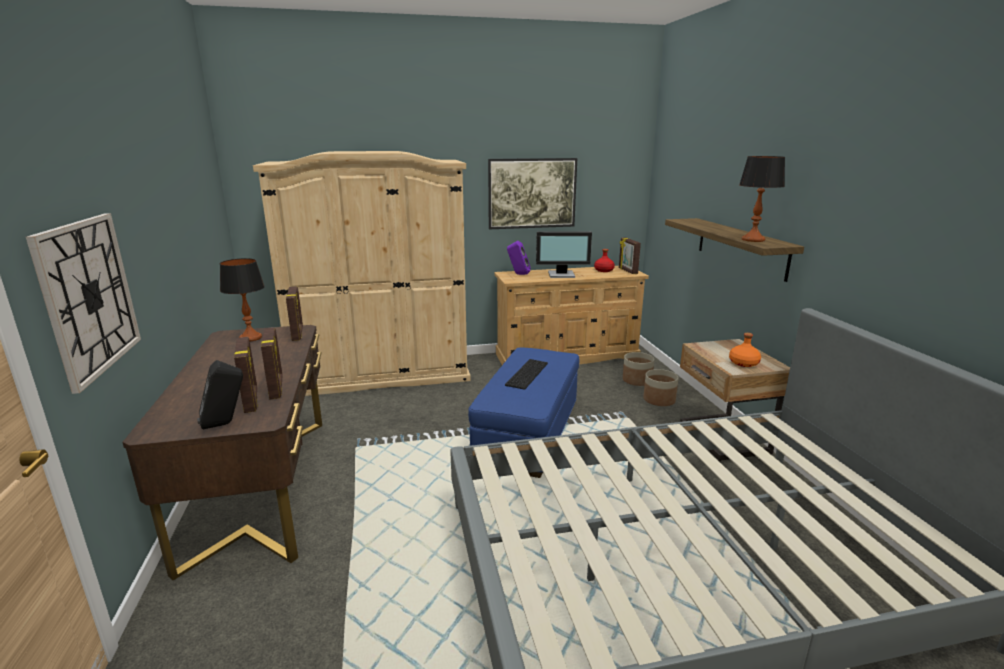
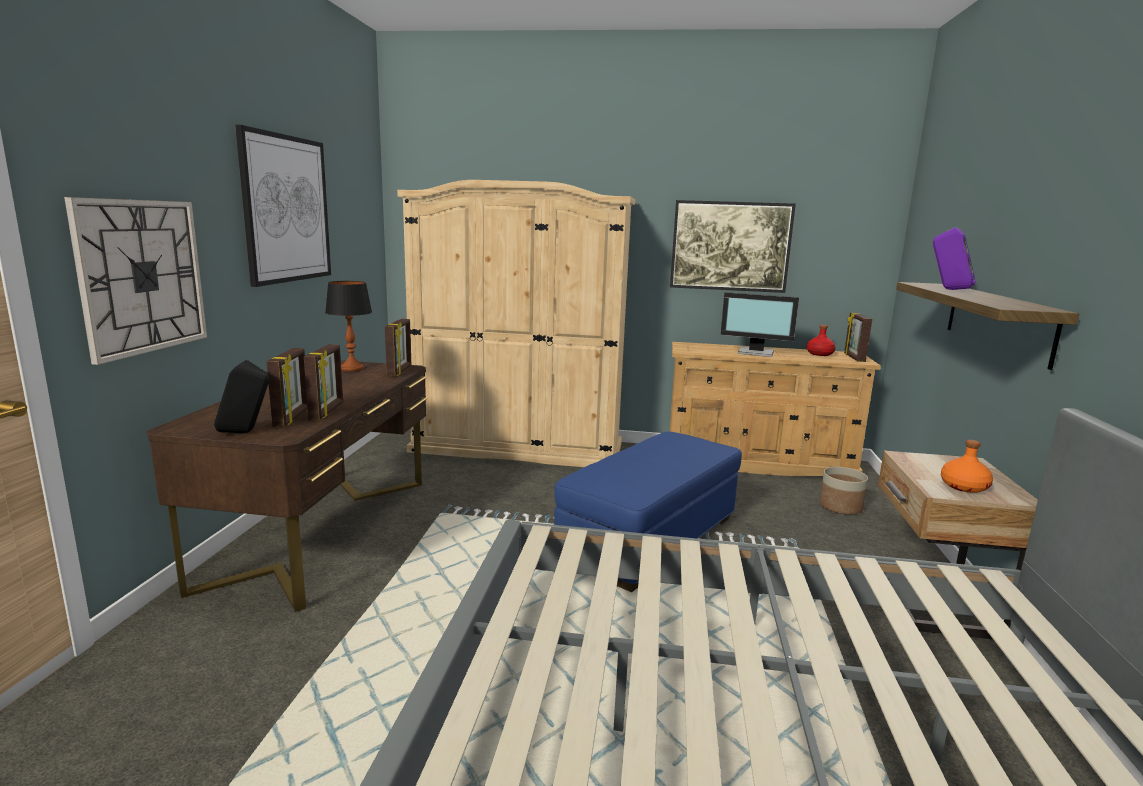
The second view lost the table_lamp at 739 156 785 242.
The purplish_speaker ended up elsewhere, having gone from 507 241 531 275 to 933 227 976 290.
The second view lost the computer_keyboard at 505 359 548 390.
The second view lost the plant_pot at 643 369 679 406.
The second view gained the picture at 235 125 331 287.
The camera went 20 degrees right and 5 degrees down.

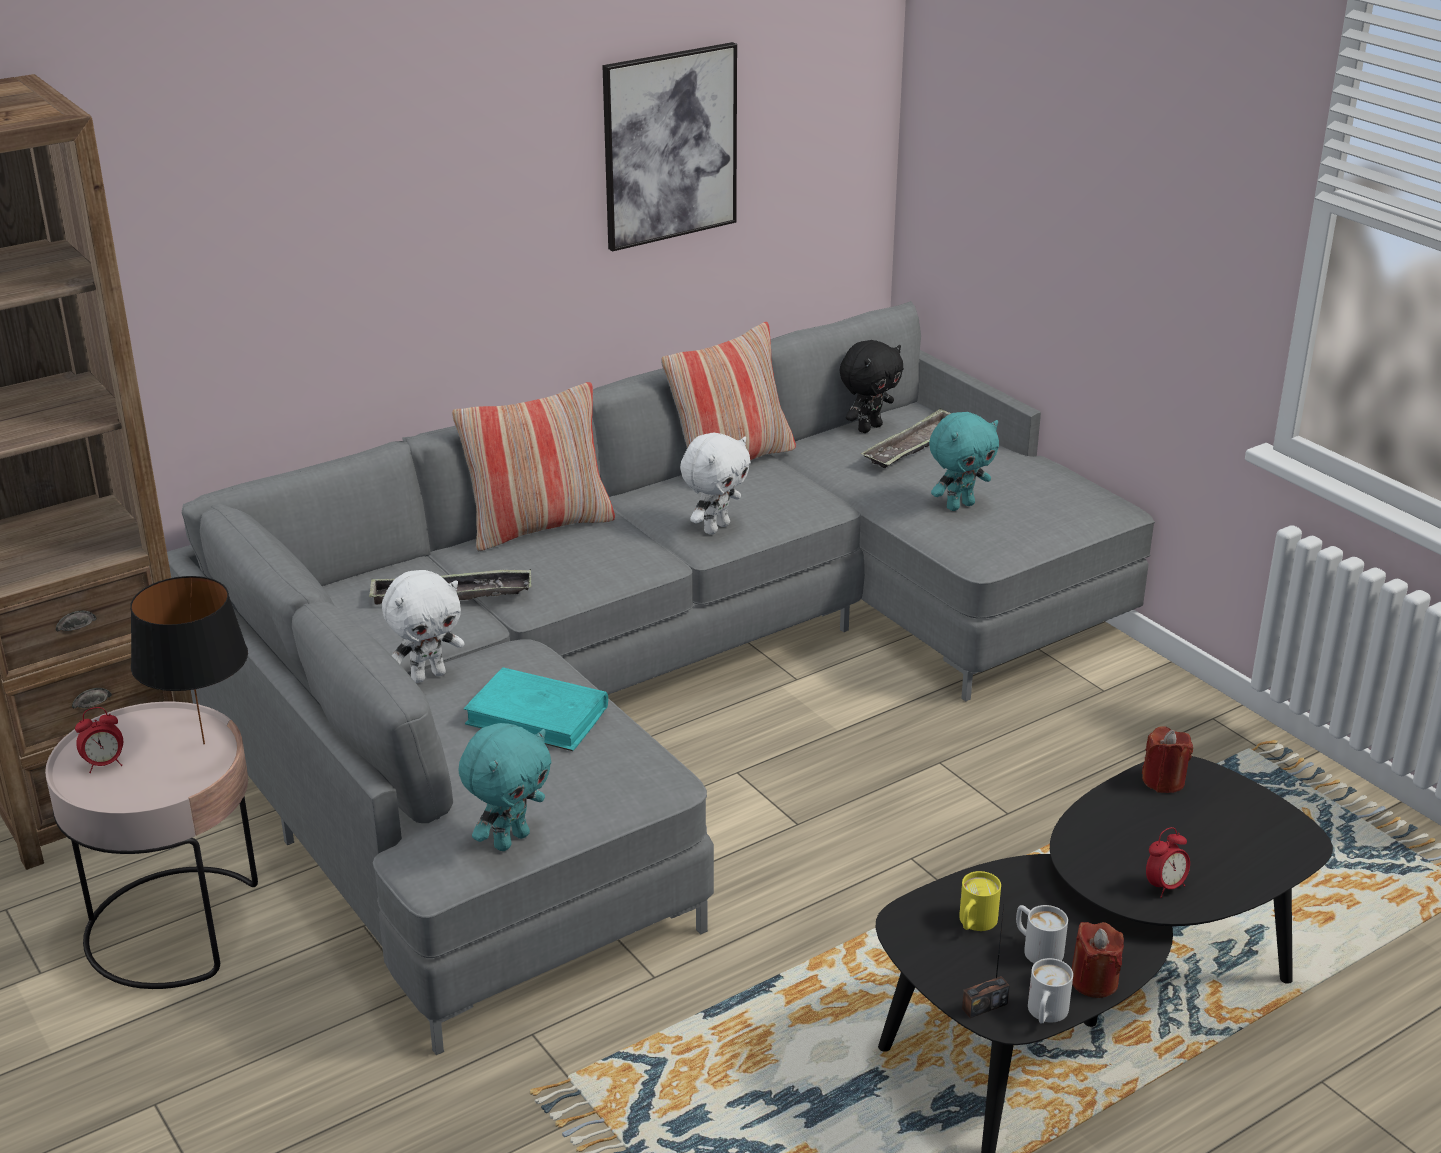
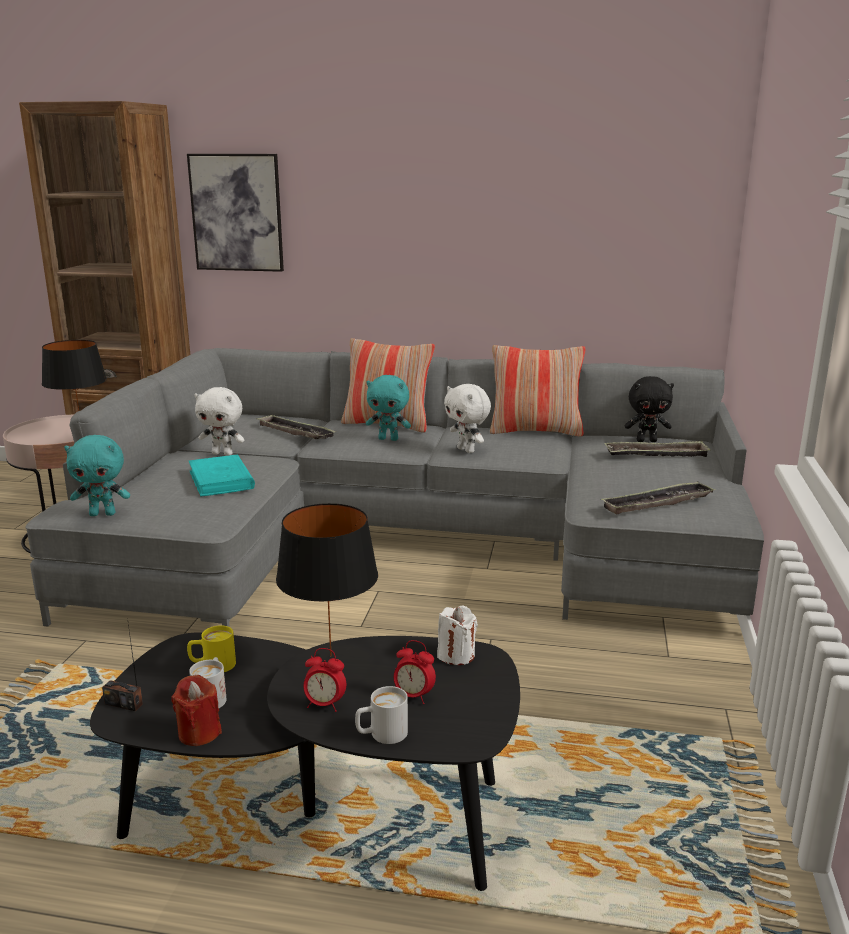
The picture ended up elsewhere, having gone from 603 42 737 251 to 187 154 284 272.
The blue-green_soft_toy ended up elsewhere, having gone from 929 412 999 511 to 366 375 411 441.
The white-coloured_soft_toy at 680 433 751 535 ended up facing another way, 60 degrees clockwise from before.
The alarm_clock ended up elsewhere, having gone from 75 707 123 773 to 394 640 436 704.
What was the red_wax_light at 1142 726 1193 793 turned into the white-coloured_wax_light at 437 605 478 665.
The white-coloured_mug ended up elsewhere, having gone from 1028 958 1073 1023 to 355 686 408 744.
The second view gained the carrying_tray at 601 481 715 514.
The second view gained the blackish_table_lamp at 276 503 378 656.
The camera went 45 degrees right and 10 degrees down.

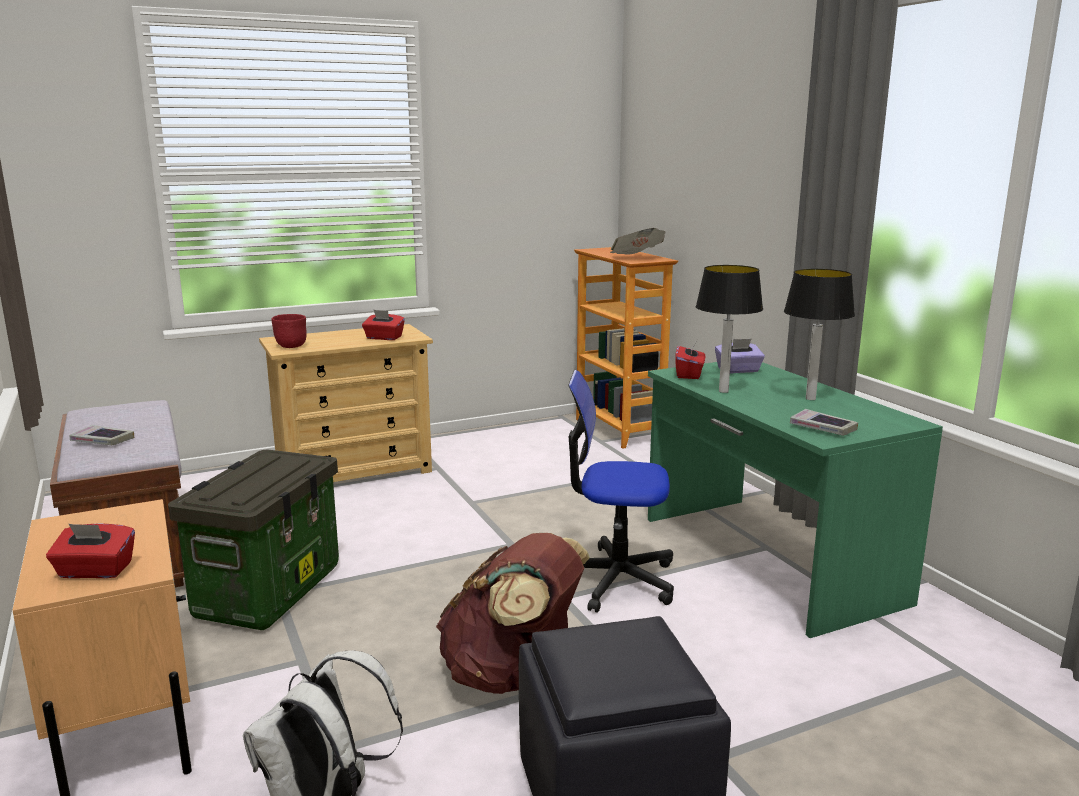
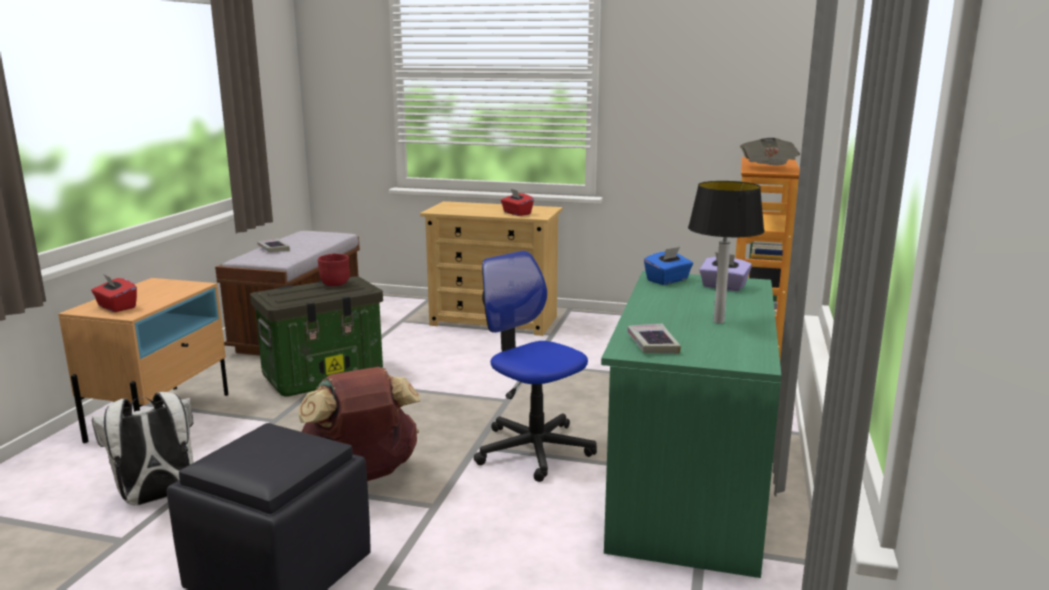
The second view lost the table_lamp at 696 265 763 393.
The red_serving_bowl ended up elsewhere, having gone from 271 314 307 348 to 318 254 350 286.
What was the red_tissue_box at 675 340 705 379 turned into the blue_tissue_box at 644 247 693 285.
The camera went 40 degrees right and 0 degrees up.

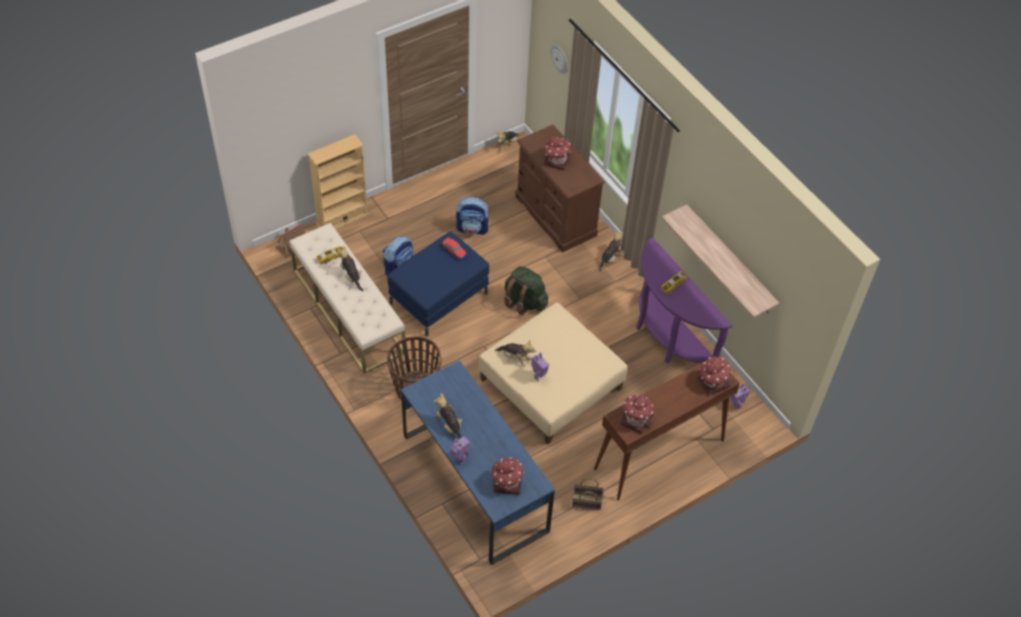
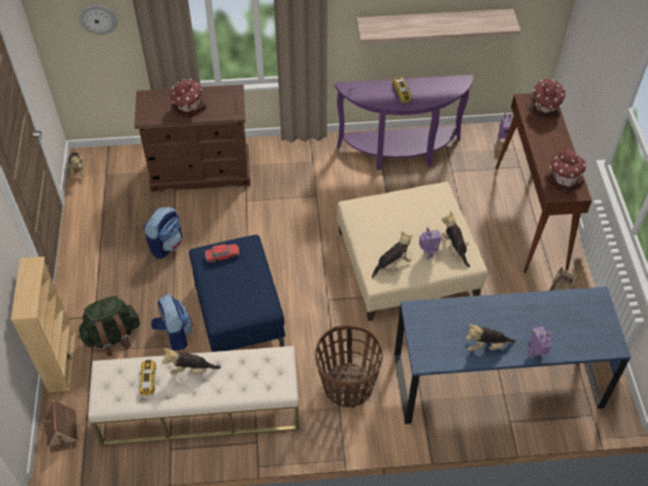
The soft_toy ended up elsewhere, having gone from 599 231 624 272 to 441 211 470 267.
The greenish_rucksack ended up elsewhere, having gone from 504 266 548 315 to 78 296 140 356.
The second view lost the model_house at 491 457 524 495.
The camera went 60 degrees left and 0 degrees up.

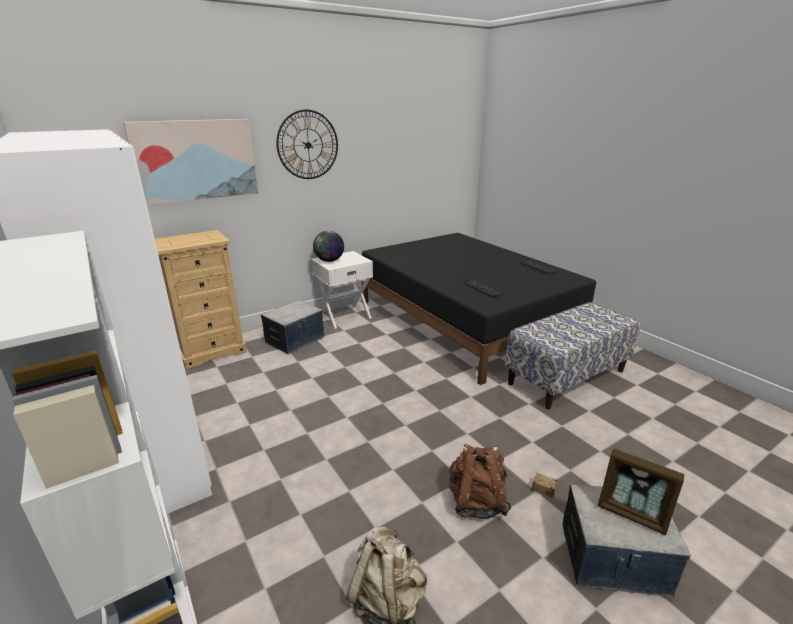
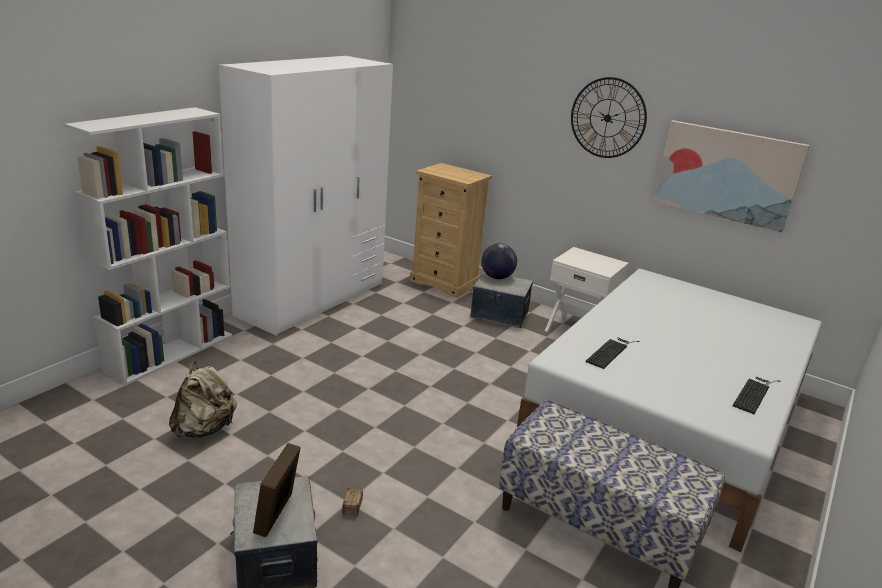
The picture ended up elsewhere, having gone from 123 119 258 205 to 653 120 810 233.
The world_globe ended up elsewhere, having gone from 313 231 344 262 to 481 243 517 279.
What was the blackish_bed at 361 233 596 385 turned into the white-coloured_bed at 517 269 822 552.
The second view lost the brownish_rucksack at 449 444 511 518.
The camera went 65 degrees right and 0 degrees up.

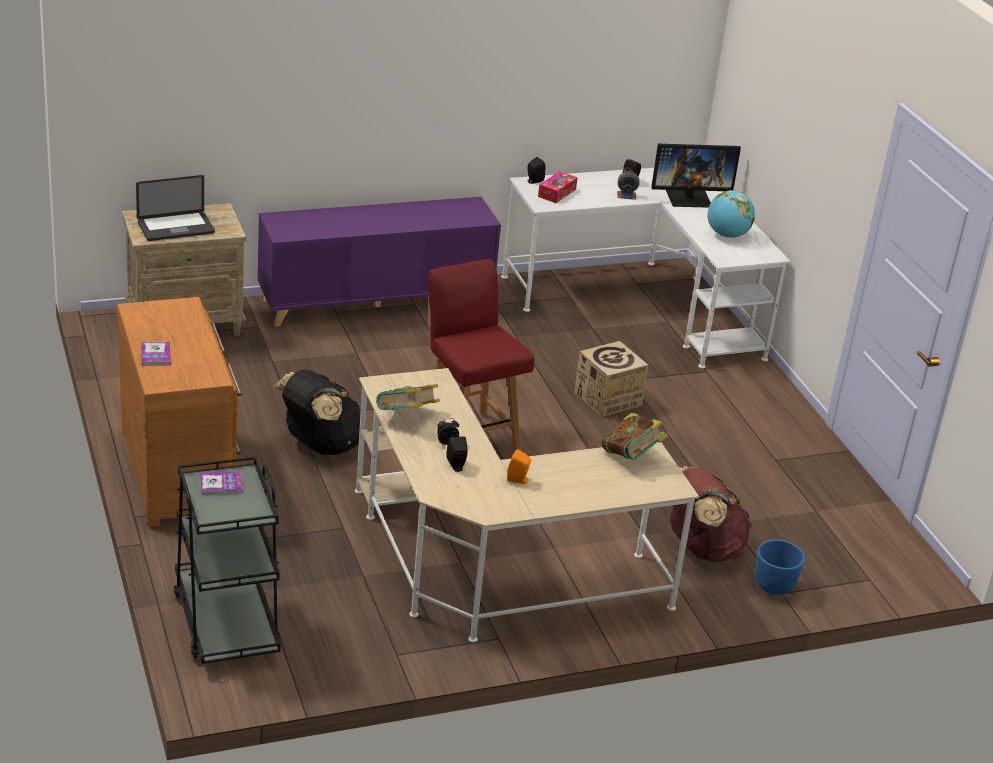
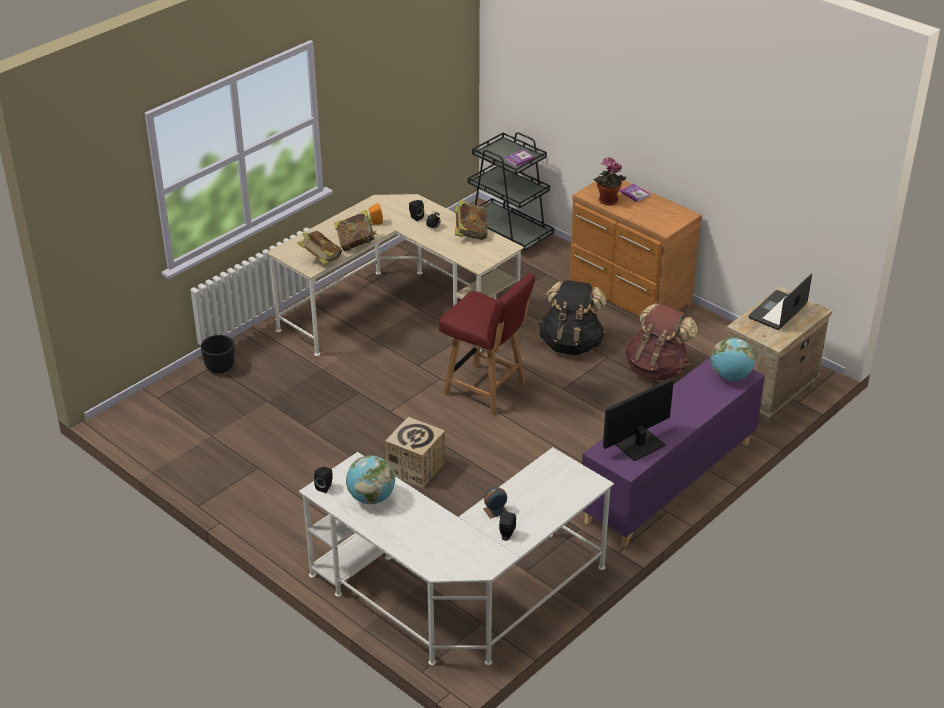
The monitor ended up elsewhere, having gone from 651 144 741 208 to 603 378 674 461.
The blackish_speaker ended up elsewhere, having gone from 528 157 545 184 to 314 467 333 493.
The second view lost the tissue_box at 538 171 578 203.
The brownish_rucksack ended up elsewhere, having gone from 671 466 752 562 to 625 303 698 381.
What was the blue_plant_pot at 755 540 805 595 turned into the blackish_plant_pot at 201 335 235 374.
The second view gained the houseplant at 593 157 626 205.
The second view gained the volume at 334 210 377 251.
The second view gained the world_globe at 711 338 755 381.
The camera went 155 degrees right and 5 degrees up.

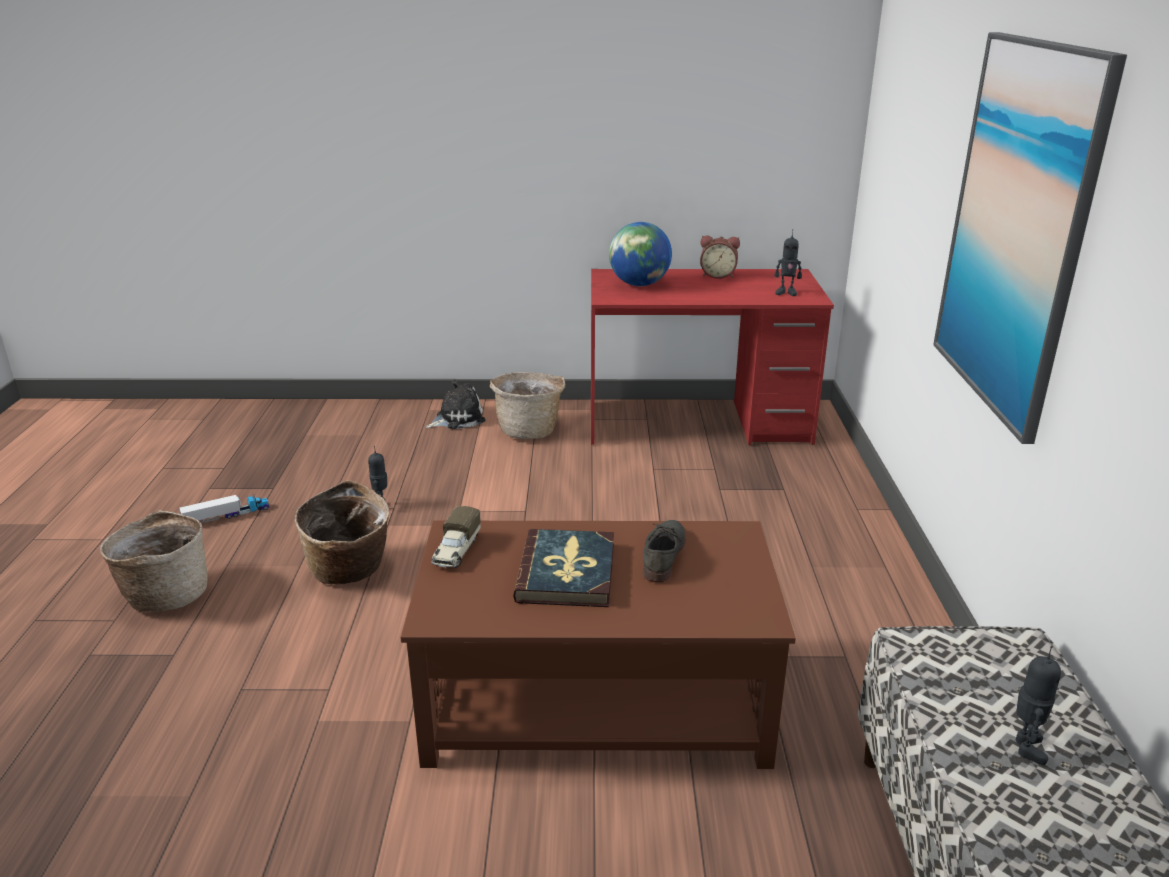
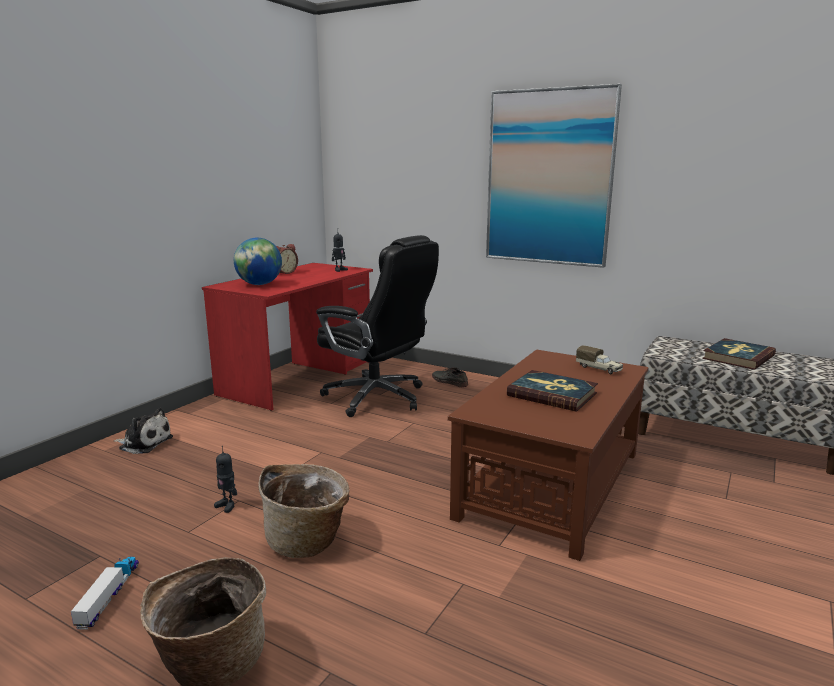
The second view lost the basket at 490 372 566 439.
The soft_toy at 426 380 486 429 ended up facing another way, 105 degrees clockwise from before.
The model_truck ended up elsewhere, having gone from 431 506 481 568 to 576 345 623 374.
The gray_low_shoe ended up elsewhere, having gone from 643 520 686 583 to 432 367 468 387.
Where the toy_robot stood at 1016 646 1061 765, the volume came to stand at 702 338 776 370.
The second view gained the blackish_desk_chair at 316 235 439 417.
The camera went 60 degrees left and 10 degrees down.

